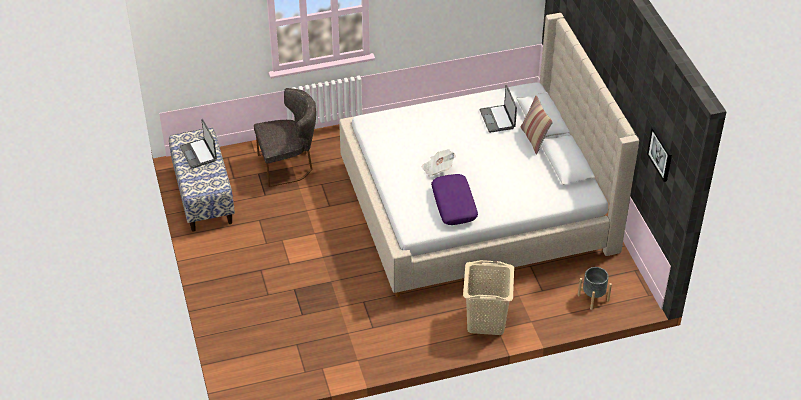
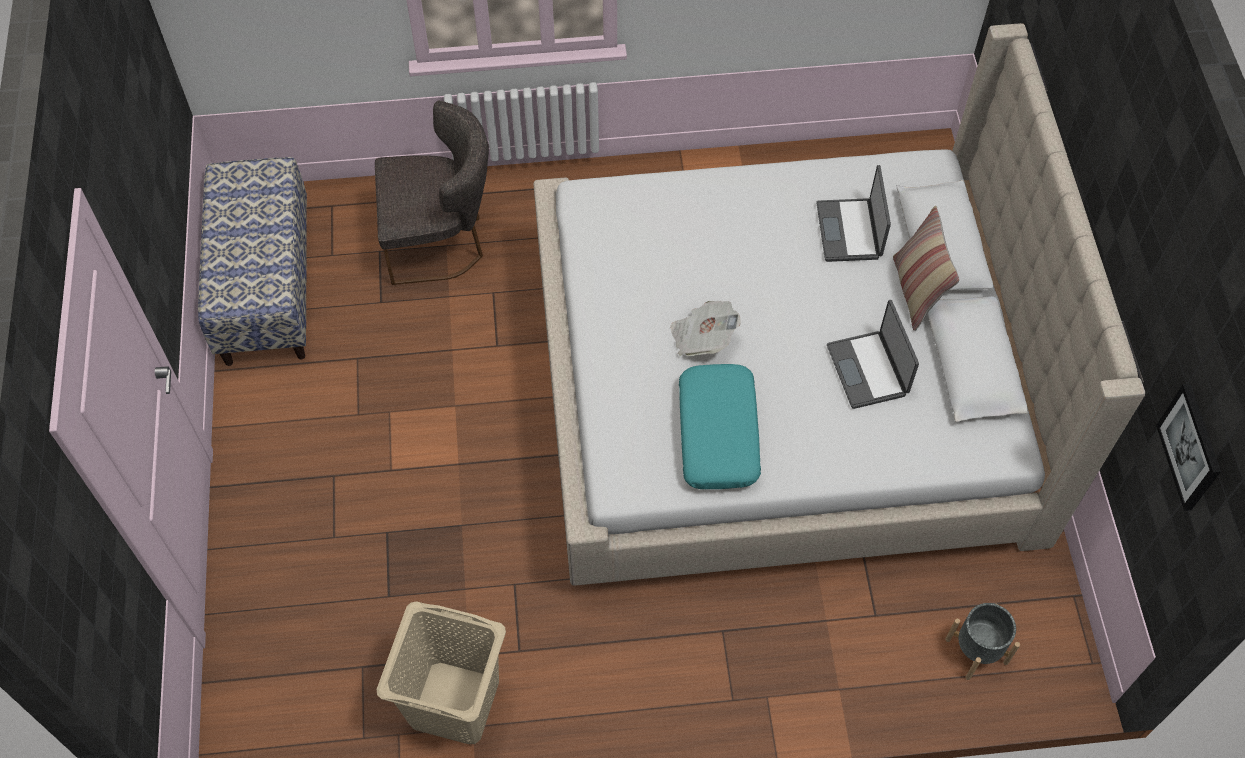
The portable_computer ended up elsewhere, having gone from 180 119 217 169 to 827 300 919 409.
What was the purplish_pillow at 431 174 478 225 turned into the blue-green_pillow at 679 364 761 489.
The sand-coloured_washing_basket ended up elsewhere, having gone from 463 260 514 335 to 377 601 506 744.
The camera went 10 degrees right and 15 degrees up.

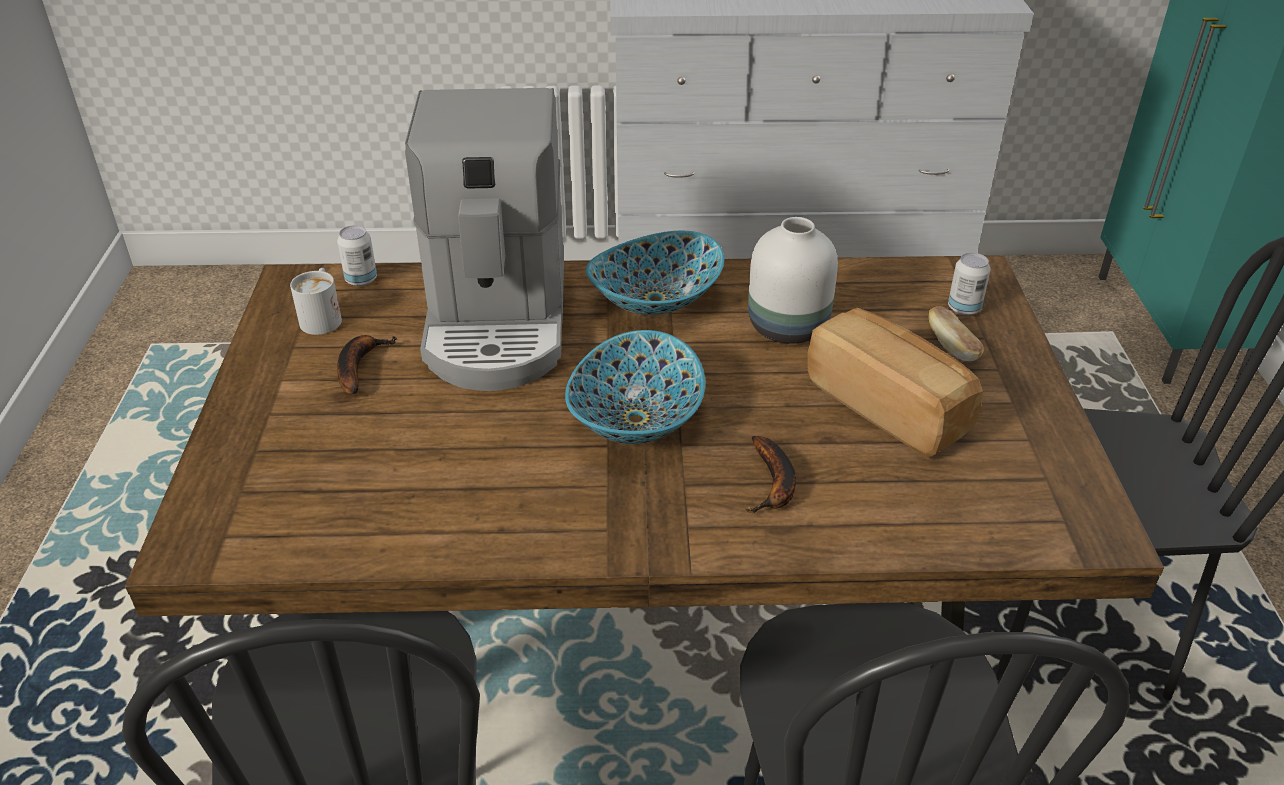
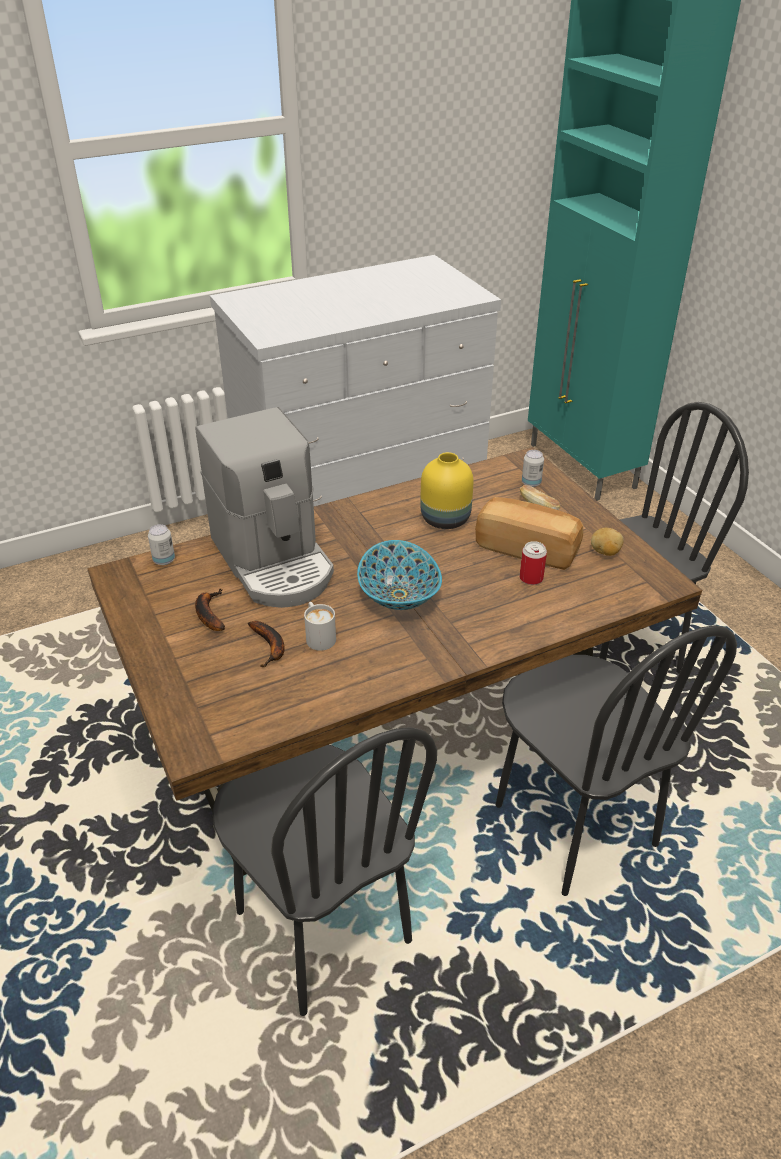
What was the white-coloured_decorative_vase at 748 217 838 344 turned into the yellow-coloured_decorative_vase at 420 452 473 529.
The second view lost the serving_bowl at 586 231 724 315.
The white-coloured_mug ended up elsewhere, having gone from 290 268 342 335 to 304 602 336 651.
The whole_banana ended up elsewhere, having gone from 745 436 796 513 to 248 621 285 667.
The second view gained the potato at 591 528 624 556.
The second view gained the sealed_can at 520 541 547 585.
The camera went 25 degrees left and 0 degrees up.

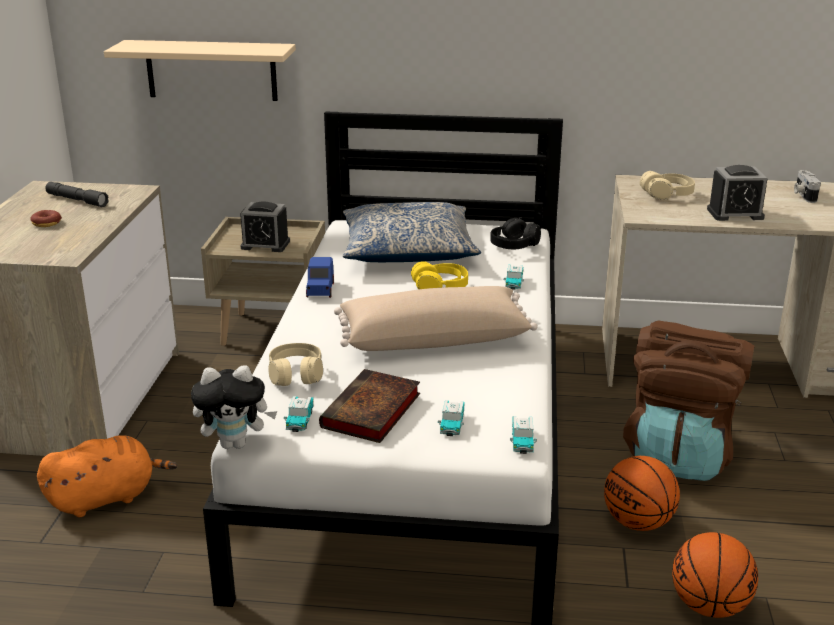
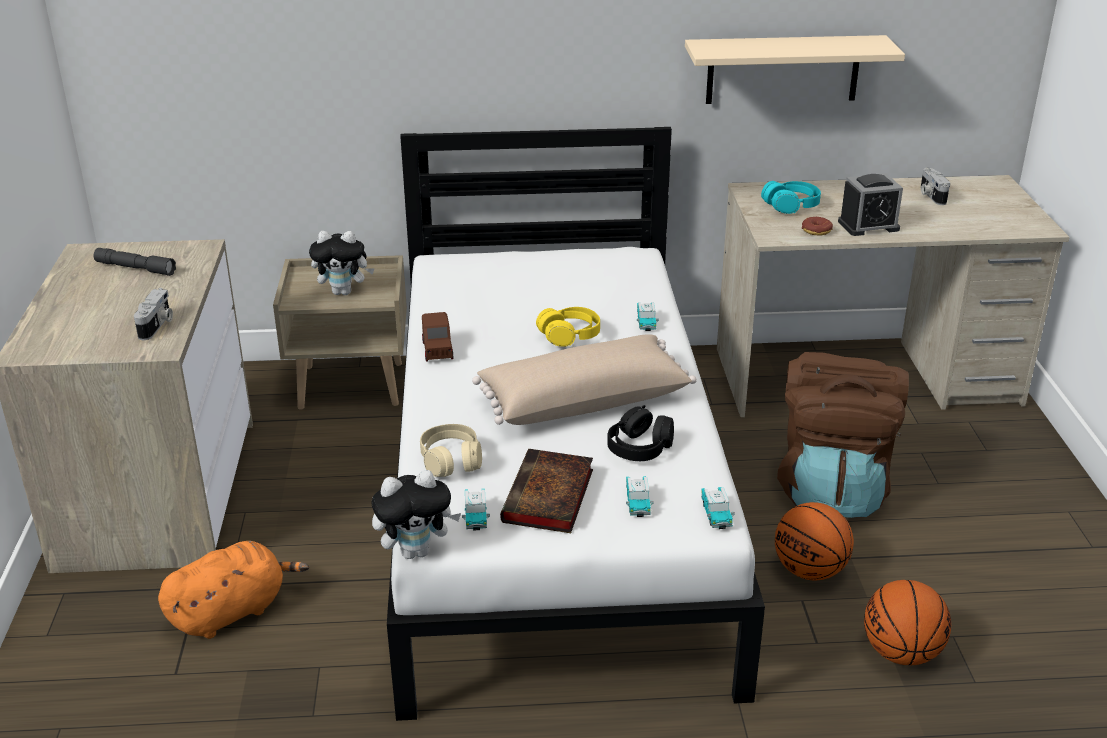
The sand-coloured_bracket_shelf ended up elsewhere, having gone from 104 40 296 101 to 685 35 905 104.
What was the sand-coloured_headphones at 640 171 695 200 turned into the blue-green_headphones at 761 181 821 214.
Where the alarm_clock stood at 240 202 290 252, the soft_toy came to stand at 309 231 375 295.
The second view lost the pillow at 343 202 481 262.
The doughnut ended up elsewhere, having gone from 30 210 62 227 to 802 217 833 236.
The blackish_headphones ended up elsewhere, having gone from 490 217 541 249 to 608 405 674 461.
What was the blue_miniature_car at 306 257 334 298 turned into the brownish_miniature_car at 422 312 453 362.
The second view gained the photo_camera at 134 288 173 340.
The camera went 10 degrees left and 5 degrees up.

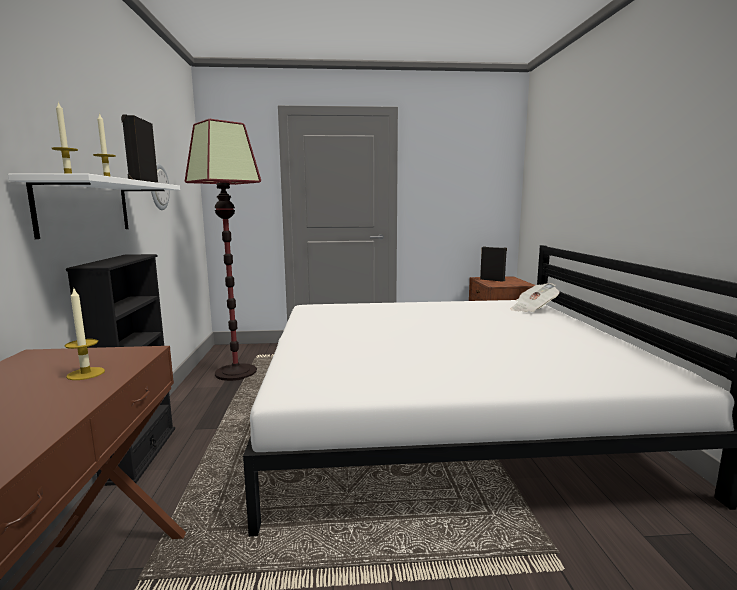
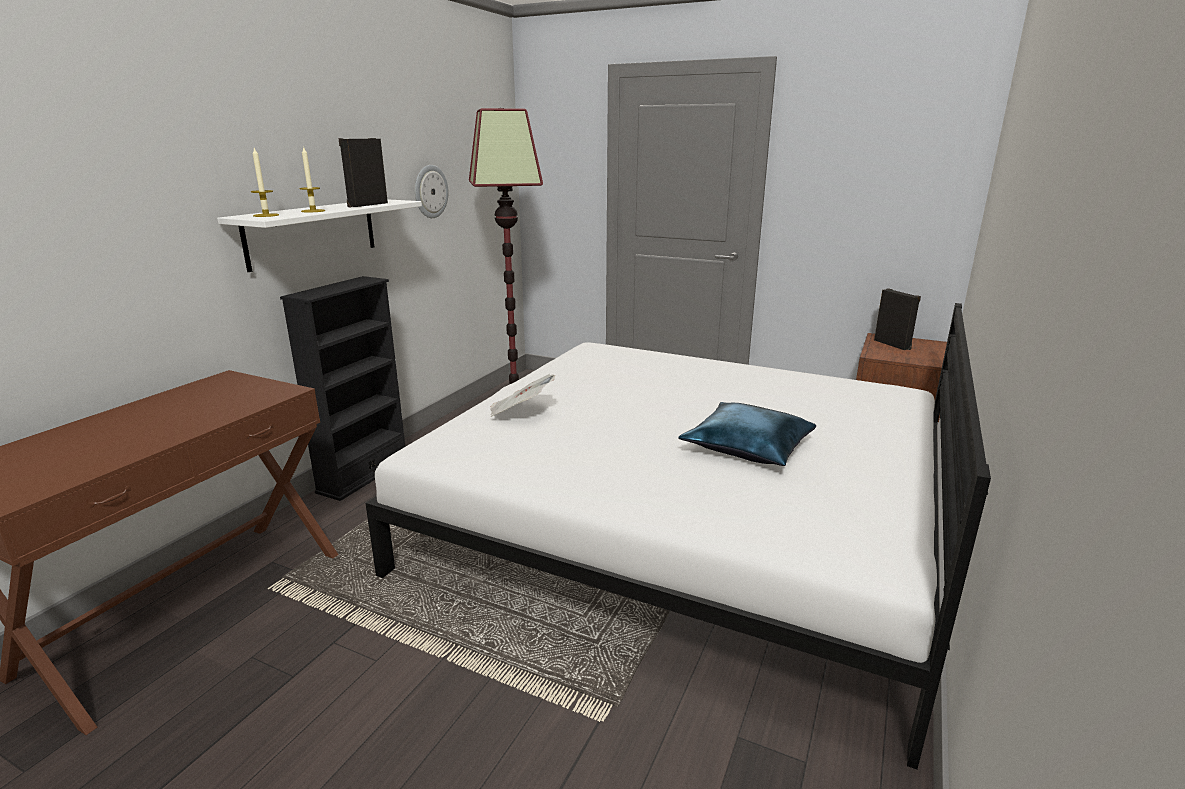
The newspaper ended up elsewhere, having gone from 510 283 560 312 to 490 374 555 417.
The second view lost the wax_light at 65 287 105 380.
The second view gained the blue_pillow at 678 402 816 466.
The camera went 30 degrees right and 10 degrees up.

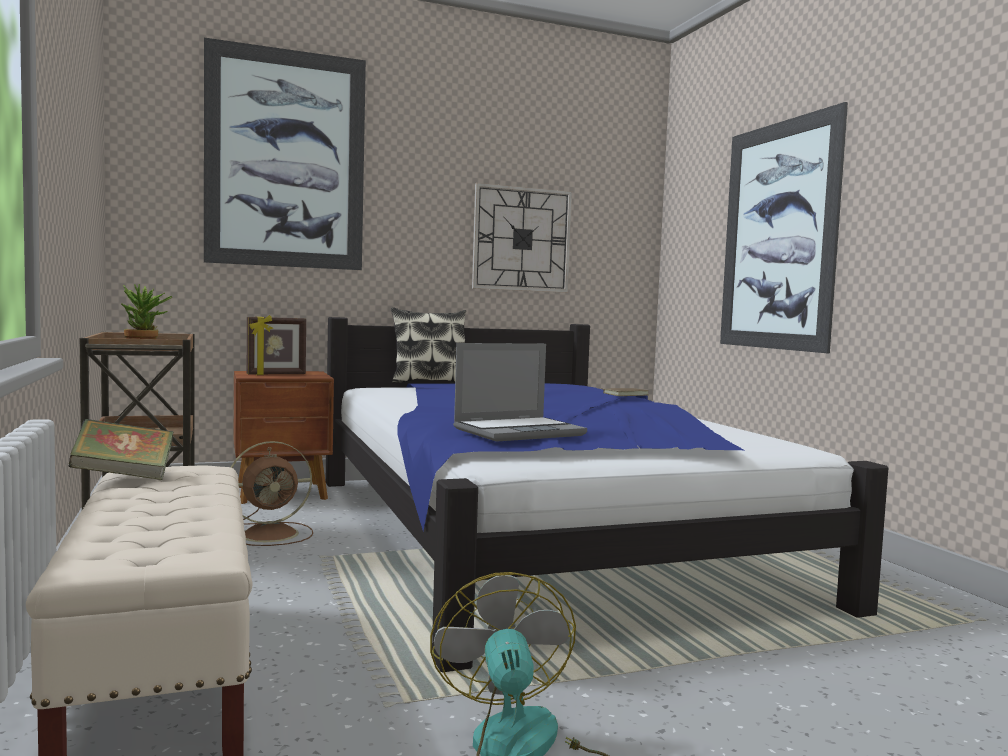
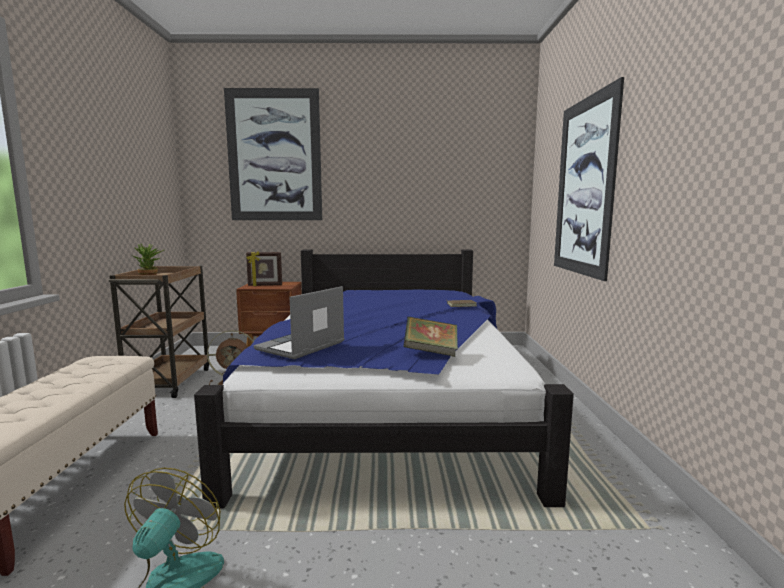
The second view lost the clock_on_the_wall at 472 183 572 293.
The second view lost the pillow at 391 308 466 384.
The portable_computer at 453 343 587 442 ended up facing another way, 135 degrees clockwise from before.
The volume ended up elsewhere, having gone from 68 419 174 480 to 403 316 458 357.
The camera went 20 degrees right and 5 degrees up.

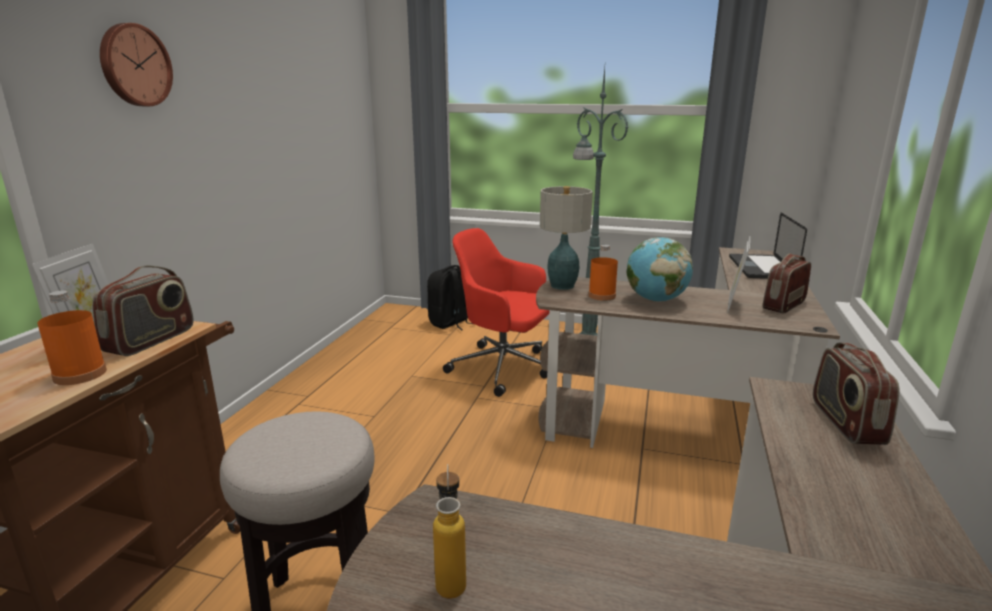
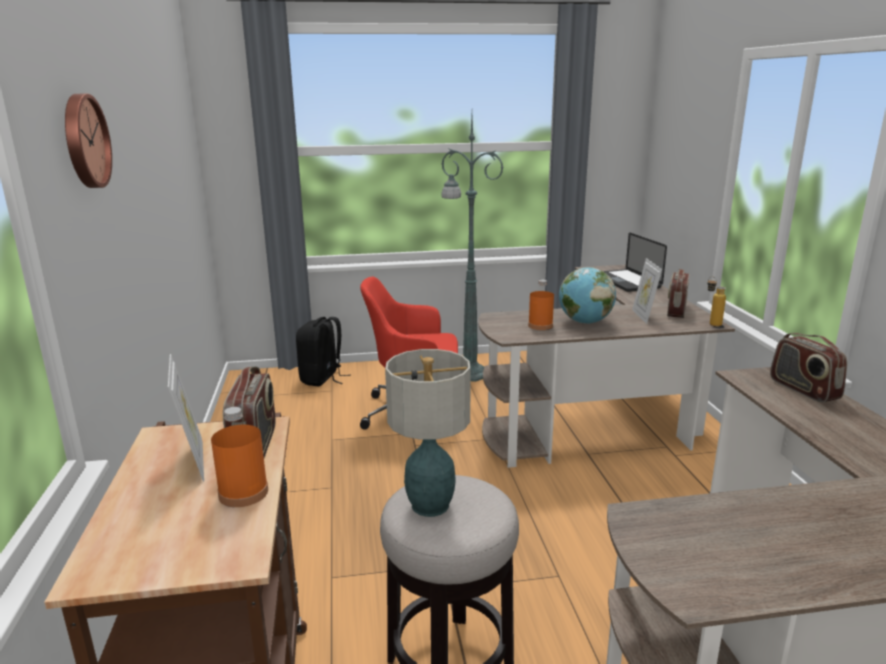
The table_lamp ended up elsewhere, having gone from 540 186 593 290 to 385 349 471 517.
The beverage_bottle ended up elsewhere, having gone from 433 464 466 599 to 707 276 726 326.
The camera went 25 degrees left and 0 degrees up.

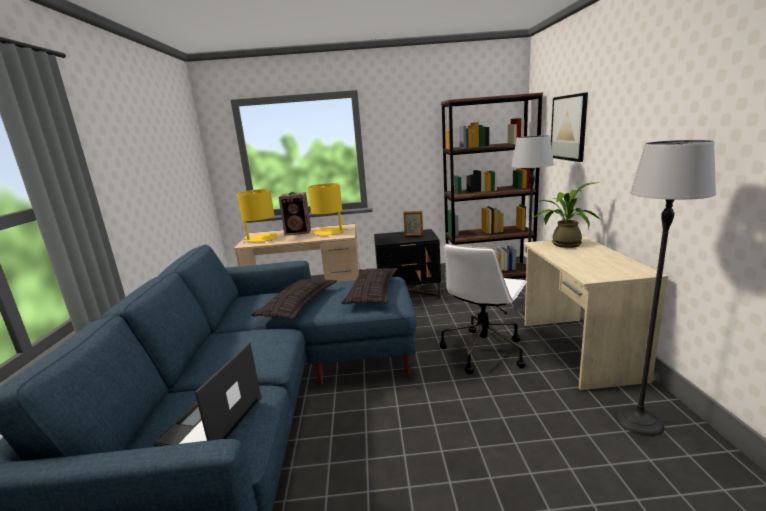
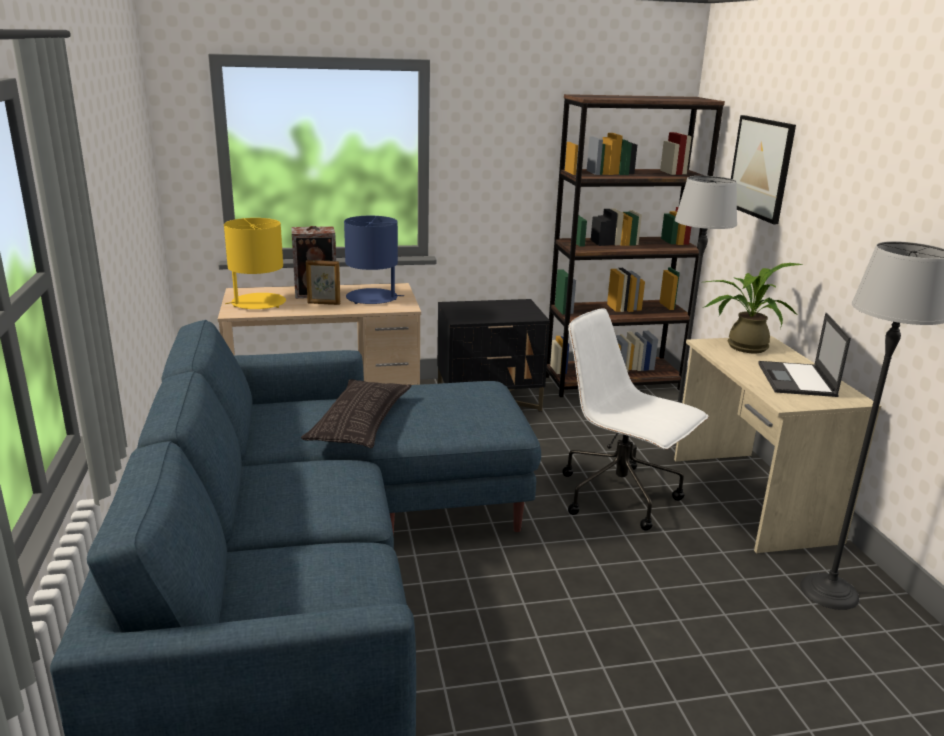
What was the yellow-coloured_table_lamp at 308 183 348 236 turned into the blue_table_lamp at 344 216 404 304.
The photo_frame ended up elsewhere, having gone from 403 211 423 237 to 306 260 340 305.
The white-coloured_desk_chair at 440 244 527 374 ended up facing another way, 105 degrees clockwise from before.
The second view lost the pillow at 341 268 397 304.
The portable_computer ended up elsewhere, having gone from 153 342 262 447 to 758 313 851 397.
The camera went 10 degrees left and 5 degrees up.

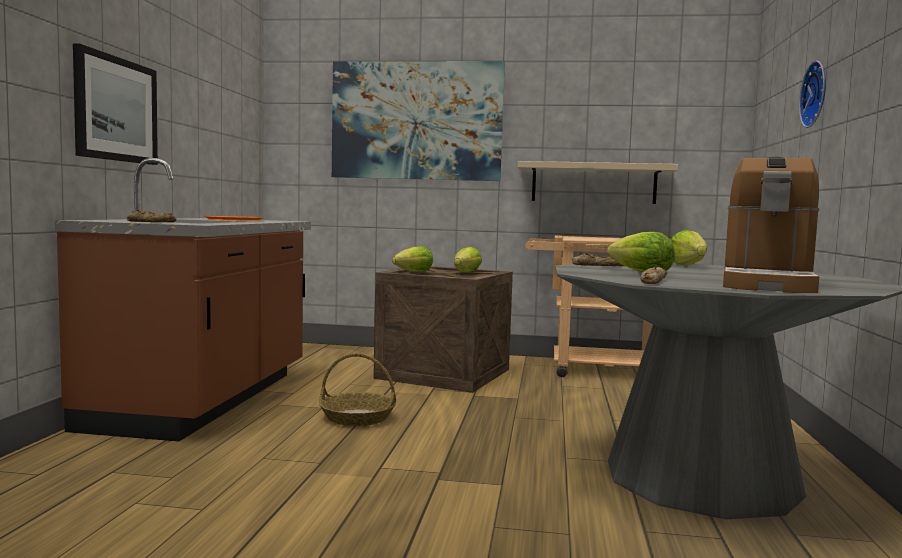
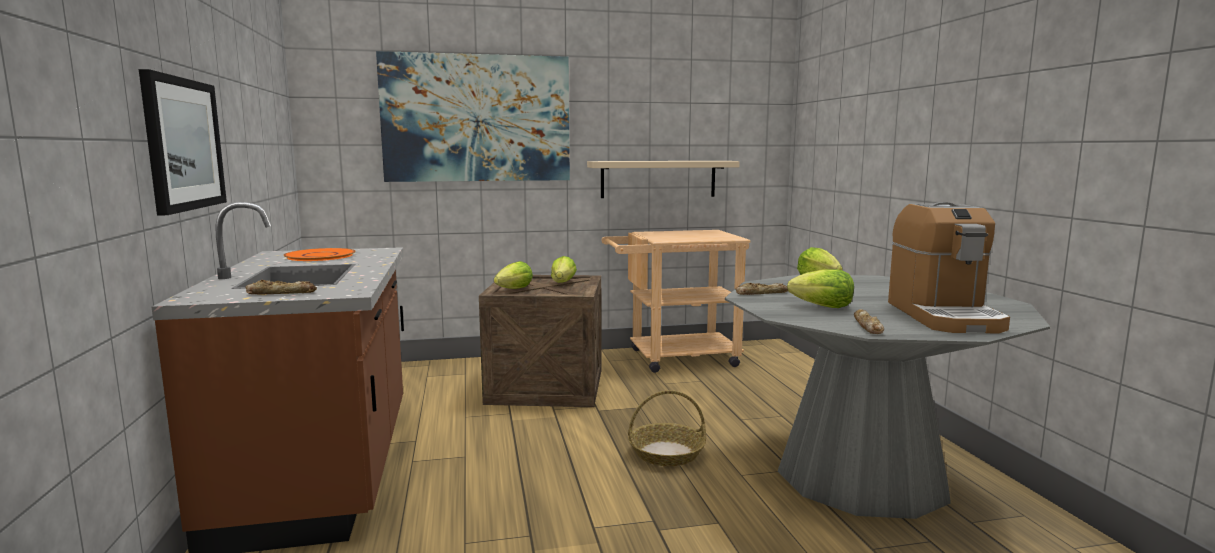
The second view lost the clock_on_the_wall at 799 61 826 128.
The basket ended up elsewhere, having gone from 319 353 396 426 to 628 390 706 466.
The camera went 20 degrees left and 5 degrees up.

